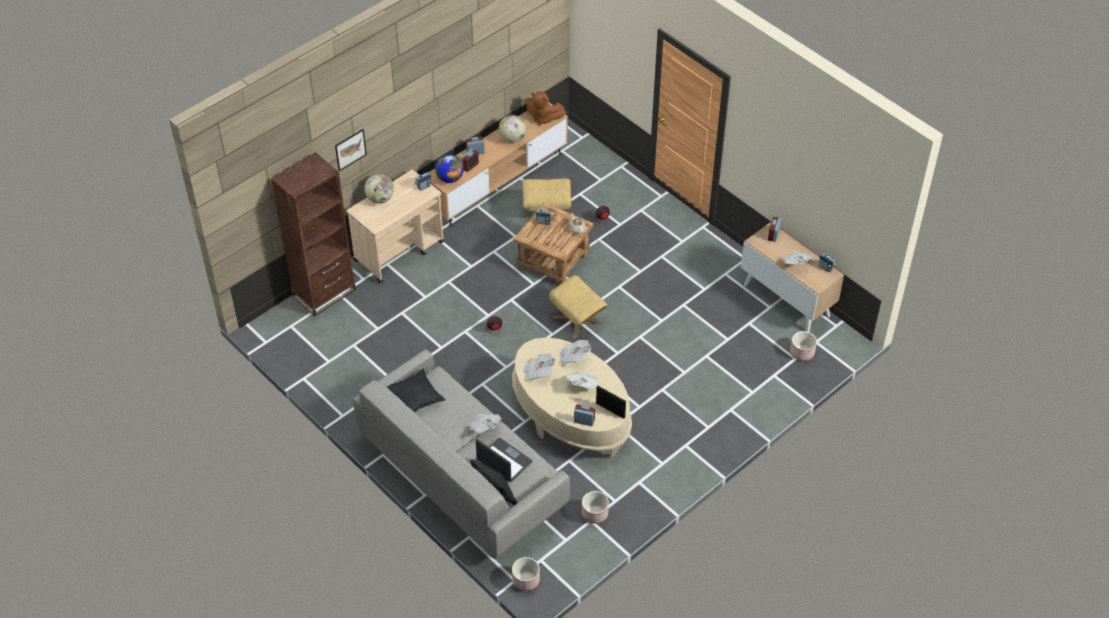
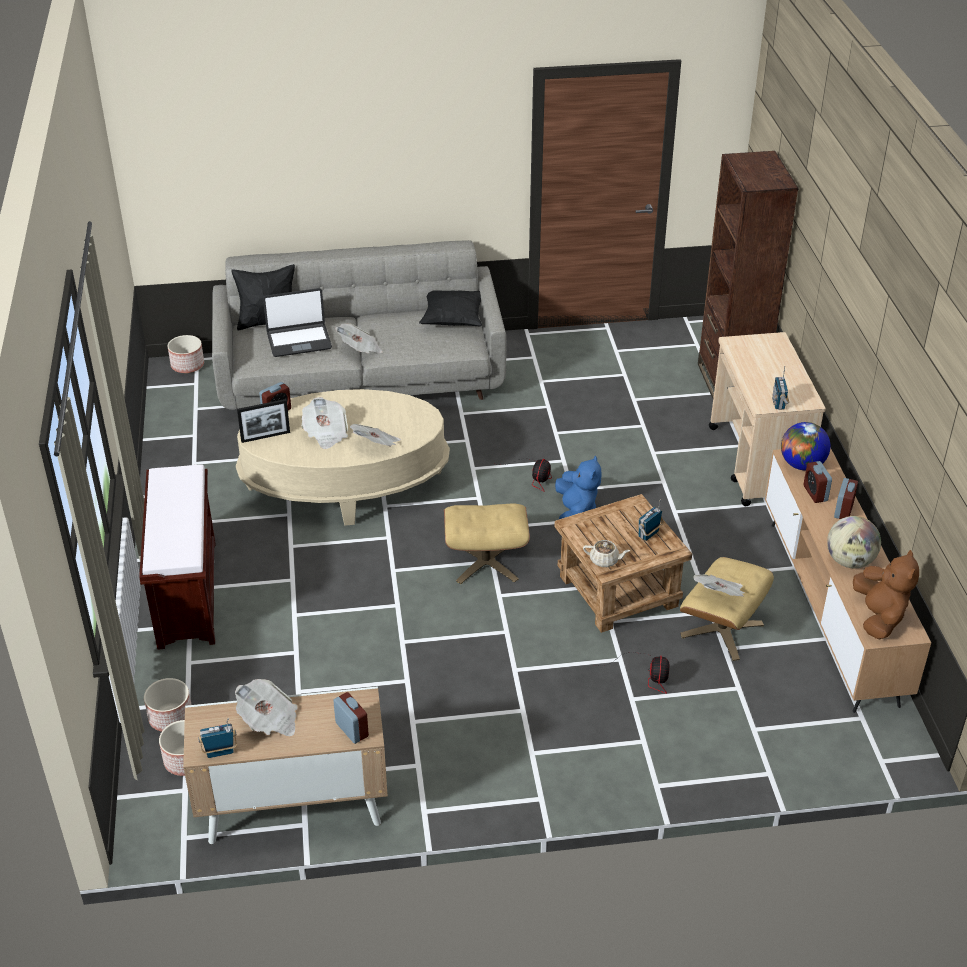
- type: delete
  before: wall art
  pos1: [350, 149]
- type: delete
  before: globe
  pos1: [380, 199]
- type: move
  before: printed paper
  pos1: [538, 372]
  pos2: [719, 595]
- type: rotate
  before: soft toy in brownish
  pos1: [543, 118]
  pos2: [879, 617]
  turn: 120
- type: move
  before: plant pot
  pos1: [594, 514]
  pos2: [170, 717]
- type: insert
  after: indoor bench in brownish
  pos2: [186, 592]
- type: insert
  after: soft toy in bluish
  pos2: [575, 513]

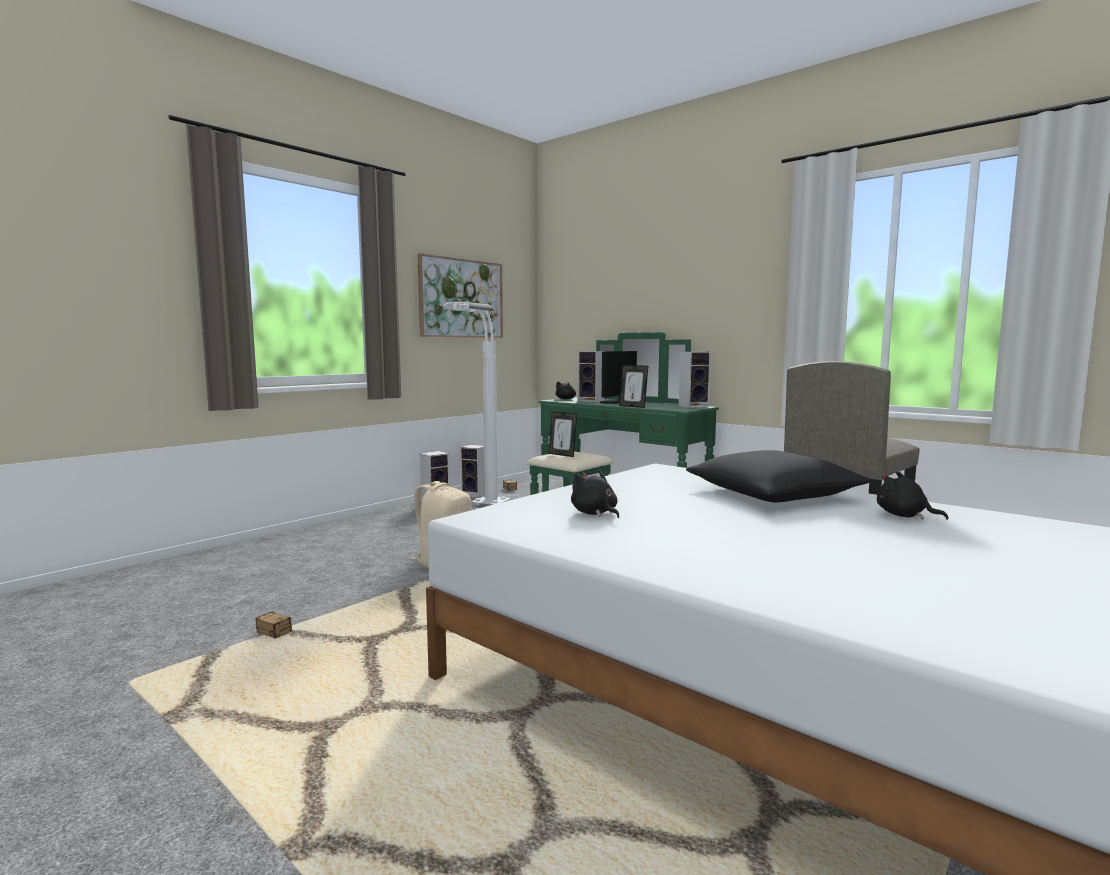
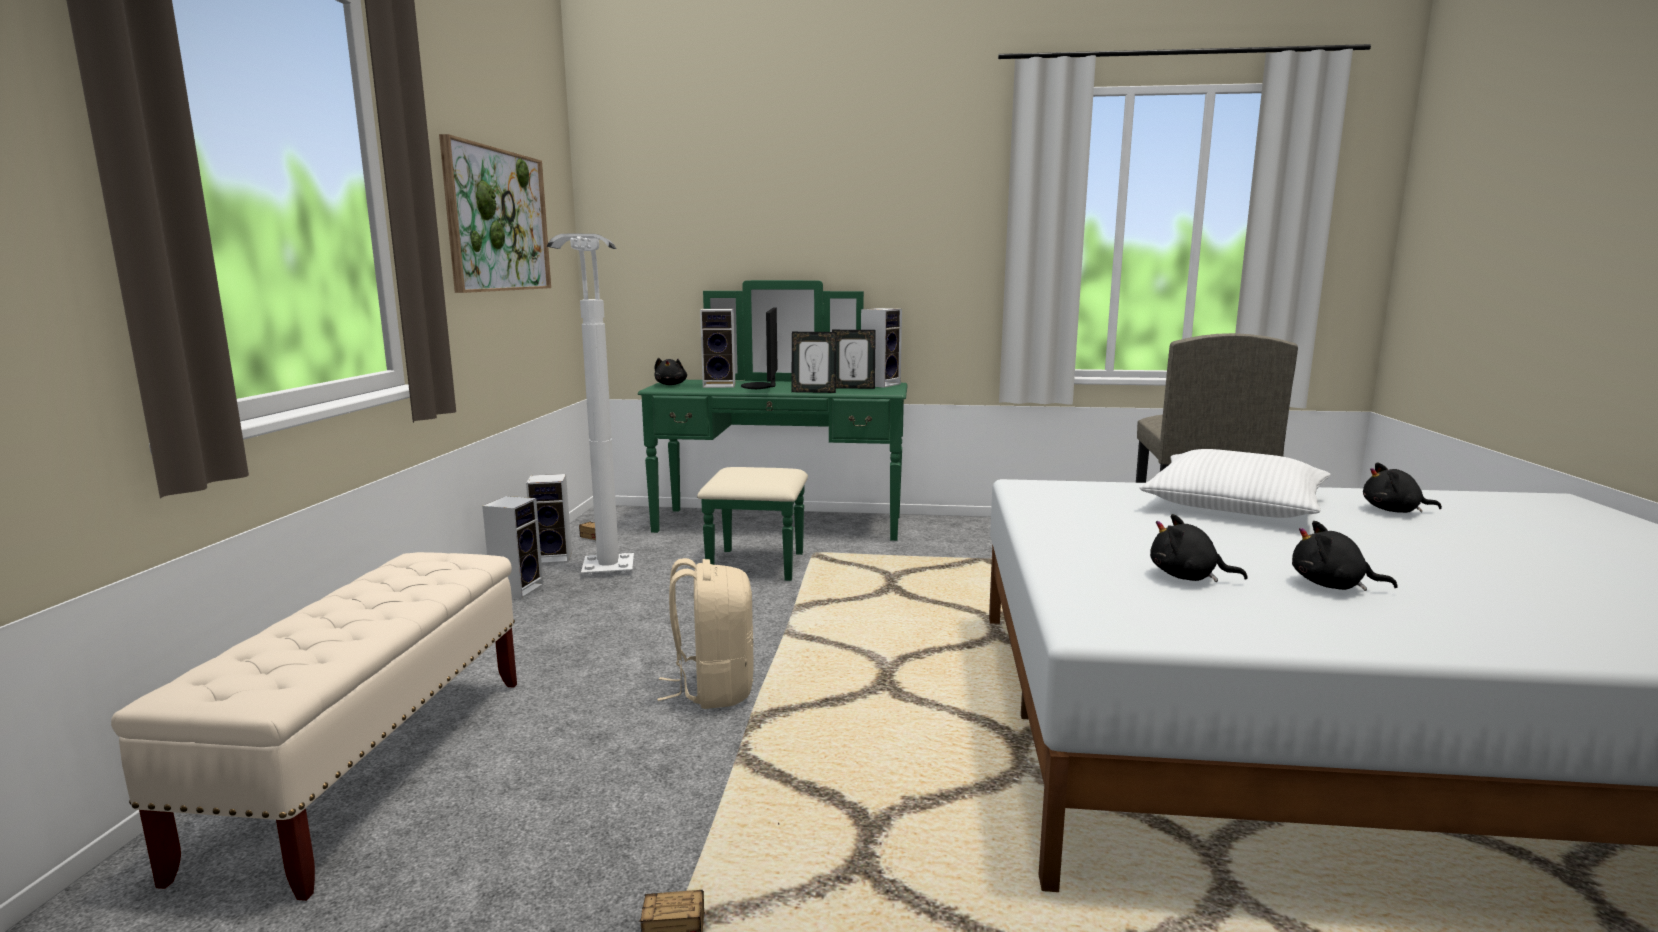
- type: move
  before: picture frame
  pos1: [562, 455]
  pos2: [853, 388]
- type: recolor
  before: pillow in blackish
  after: pillow in whitish
  pos1: [773, 494]
  pos2: [1234, 504]
- type: insert
  after: indoor bench in beige
  pos2: [372, 767]
- type: insert
  after: soft toy in blackish
  pos2: [1332, 586]

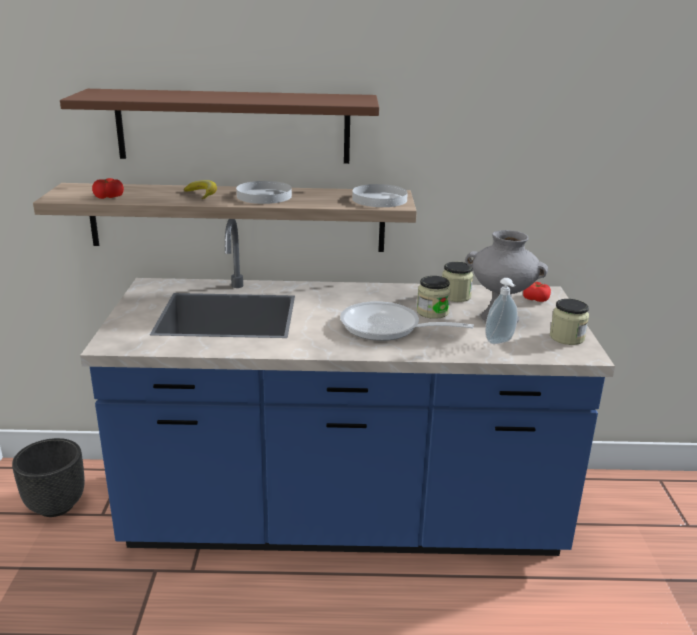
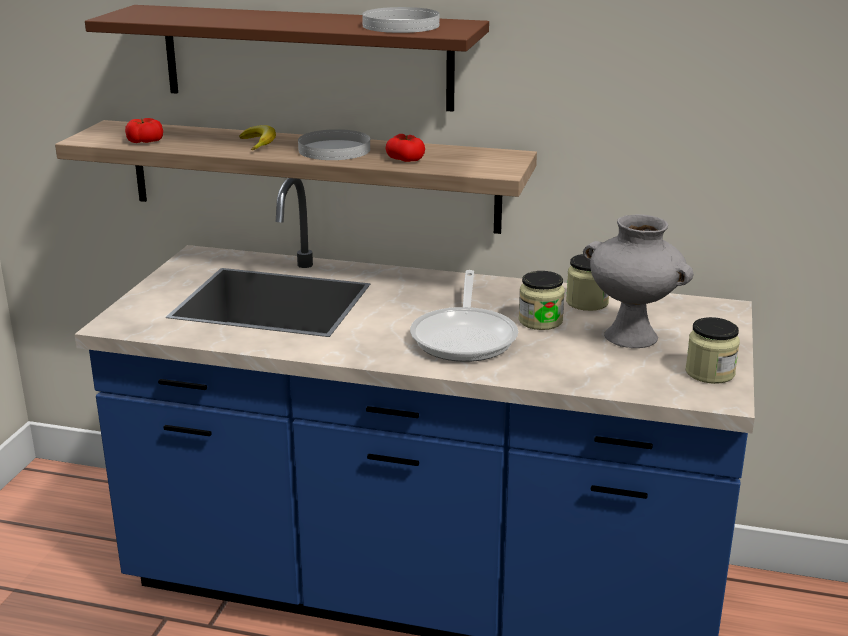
- type: delete
  before: plant pot in blackish
  pos1: [57, 505]
- type: rotate
  before: skillet
  pos1: [387, 328]
  pos2: [465, 336]
  turn: -120
- type: move
  before: plate in whitish
  pos1: [380, 199]
  pos2: [401, 25]
- type: delete
  before: soap dispenser
  pos1: [500, 342]
- type: move
  before: fresh tomato
  pos1: [535, 299]
  pos2: [405, 159]

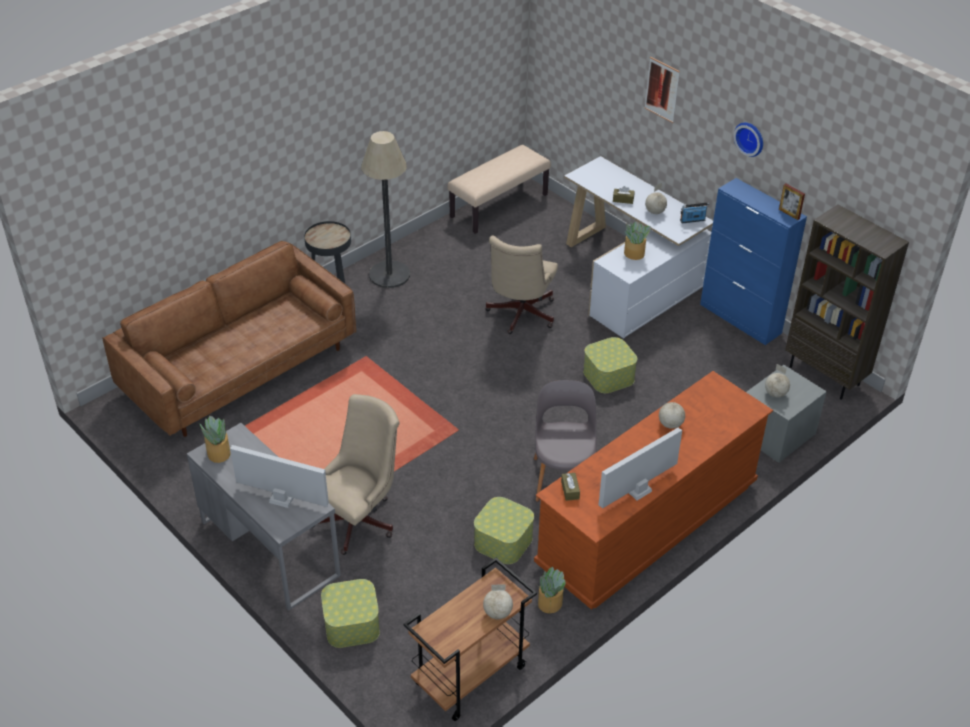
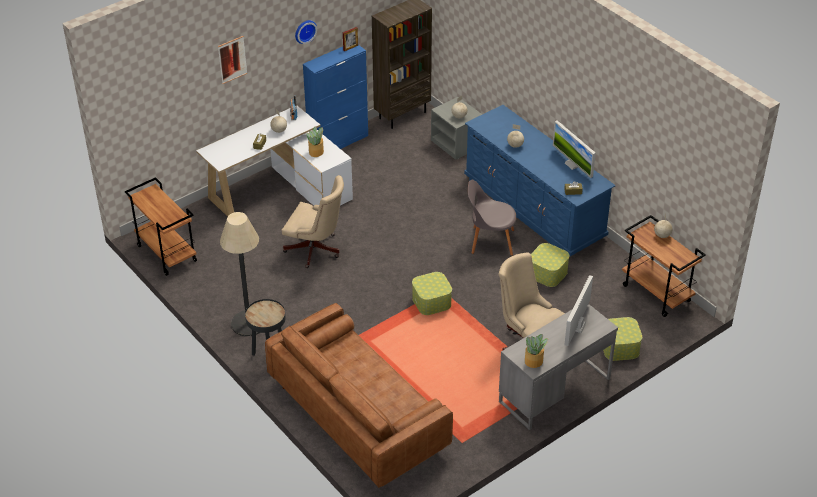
- type: replace
  before: indoor bench in beige
  after: wheeled cart in brownish
  pos1: [499, 205]
  pos2: [166, 253]
- type: recolor
  before: dresser in brownish
  after: dresser in bluish
  pos1: [647, 524]
  pos2: [533, 208]
- type: delete
  before: potted plant
  pos1: [549, 603]
- type: move
  before: storage bin
  pos1: [608, 376]
  pos2: [431, 302]

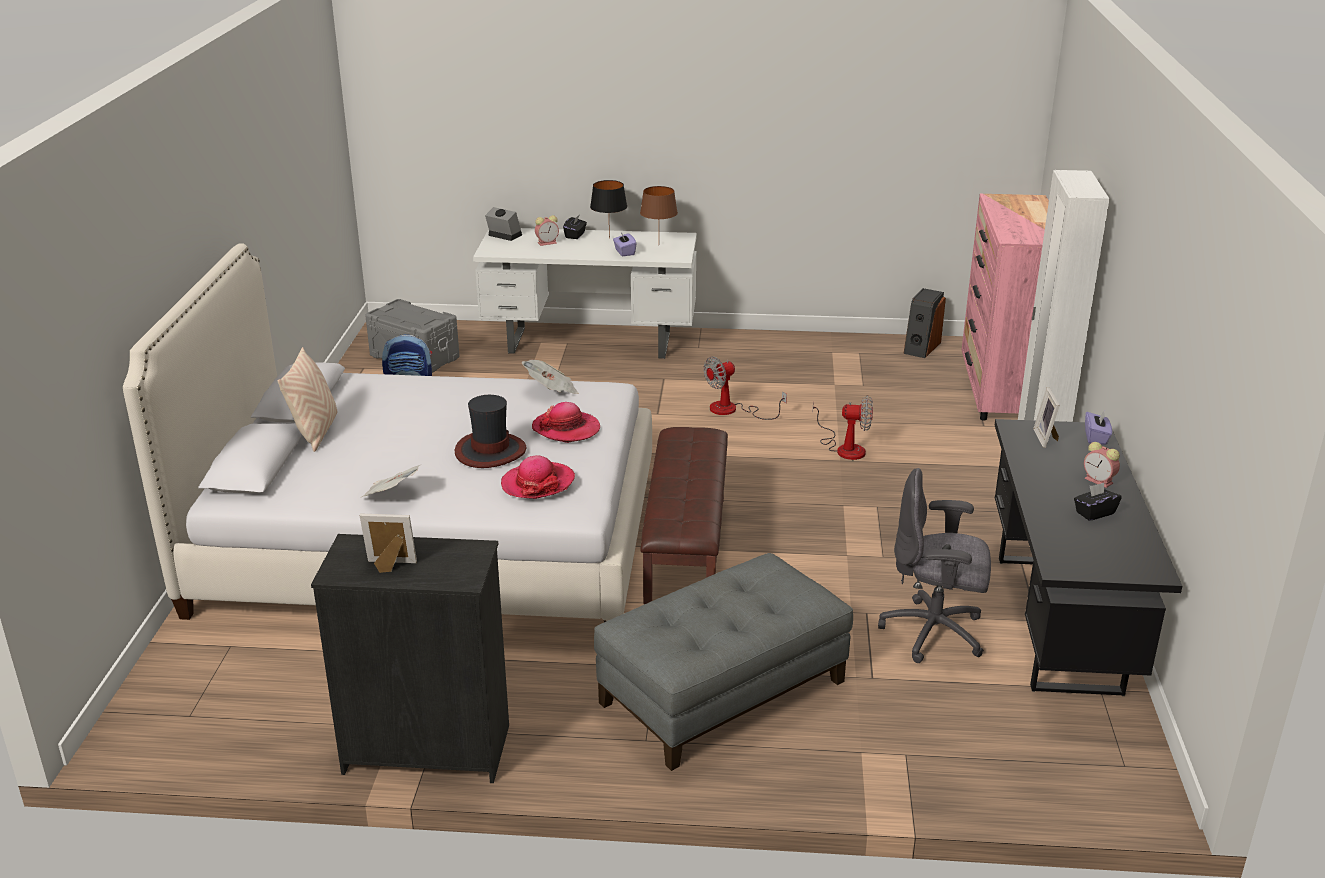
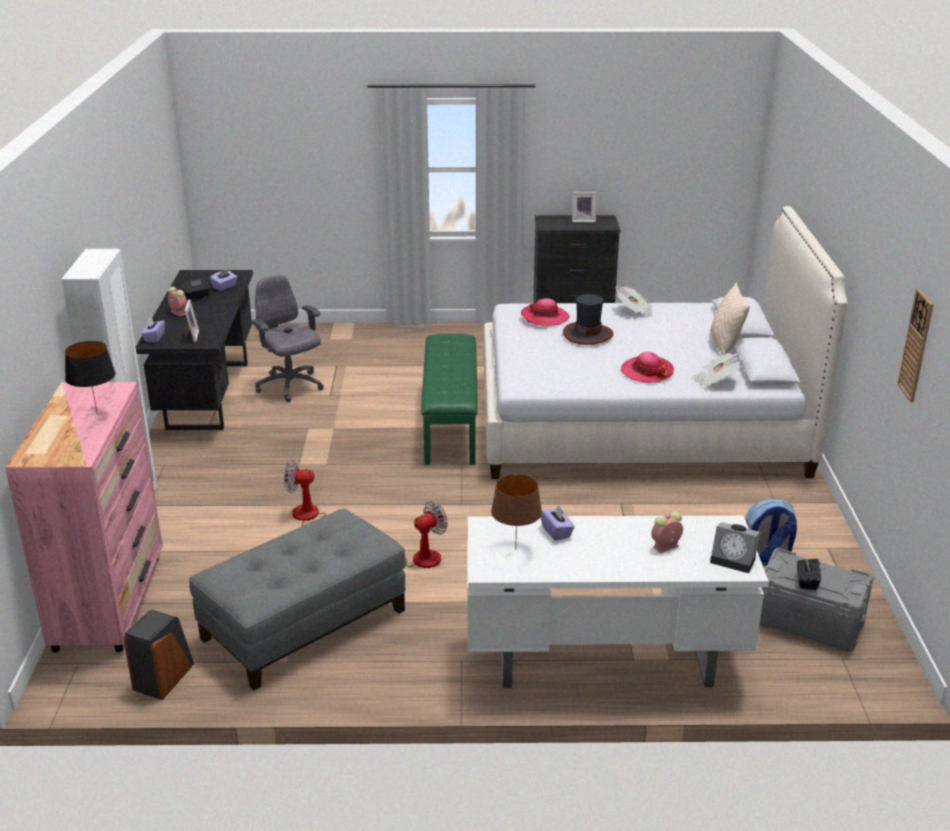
- type: move
  before: printed paper
  pos1: [551, 390]
  pos2: [715, 381]
- type: move
  before: wearable hat
  pos1: [566, 429]
  pos2: [647, 372]
- type: move
  before: tissue box in blackish
  pos1: [575, 235]
  pos2: [806, 581]
- type: move
  before: lamp for a table in blackish
  pos1: [609, 238]
  pos2: [96, 414]
- type: move
  before: footrest in gray
  pos1: [723, 693]
  pos2: [303, 623]
- type: recolor
  before: indoor bench in brownish
  after: indoor bench in greenish
  pos1: [685, 554]
  pos2: [451, 423]
- type: rotate
  before: computer chair in gray
  pos1: [935, 633]
  pos2: [290, 386]
  turn: -135
- type: insert
  after: tissue box in purple
  pos2: [224, 287]
- type: insert
  after: wall clock
  pos2: [916, 345]

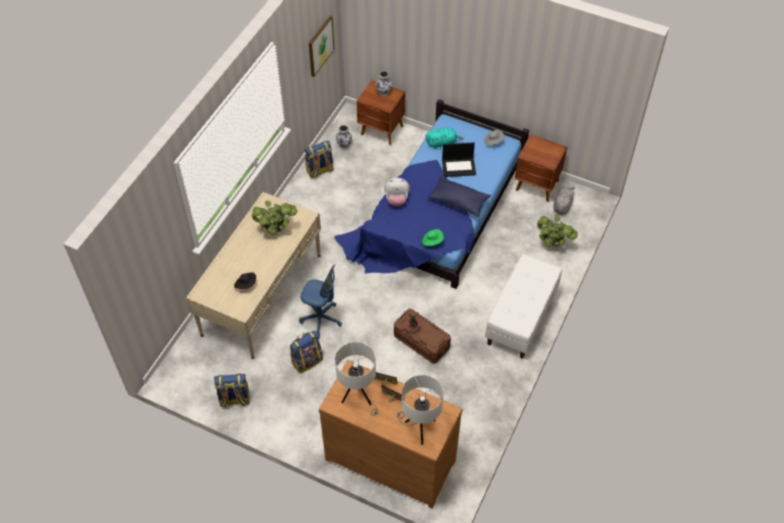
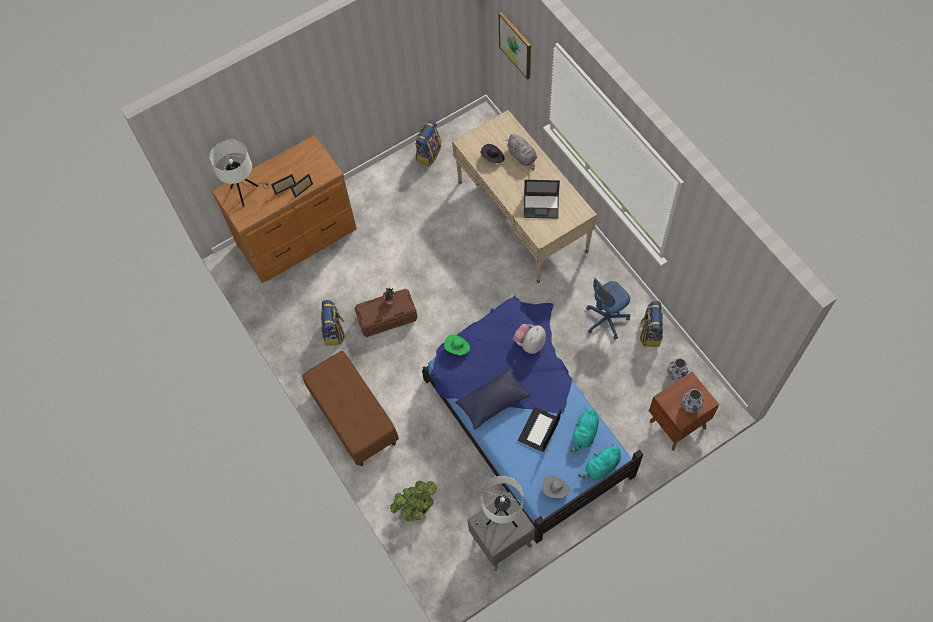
- type: replace
  before: potted plant
  after: notebook computer
  pos1: [276, 229]
  pos2: [541, 206]
- type: move
  before: knapsack
  pos1: [307, 360]
  pos2: [334, 332]
- type: move
  before: computer chair in bluish
  pos1: [321, 319]
  pos2: [606, 320]
- type: move
  before: wall art
  pos1: [320, 46]
  pos2: [515, 45]
- type: move
  before: lamp for a table in whitish
  pos1: [358, 398]
  pos2: [500, 517]
- type: recolor
  before: indoor bench in whitish
  after: indoor bench in brownish
  pos1: [521, 318]
  pos2: [353, 417]
- type: recolor
  before: night table in brownish
  after: night table in gray
  pos1: [537, 186]
  pos2: [501, 541]
- type: move
  before: soft toy in gray
  pos1: [562, 205]
  pos2: [522, 157]
- type: insert
  after: soft toy in blue-green
  pos2: [601, 467]

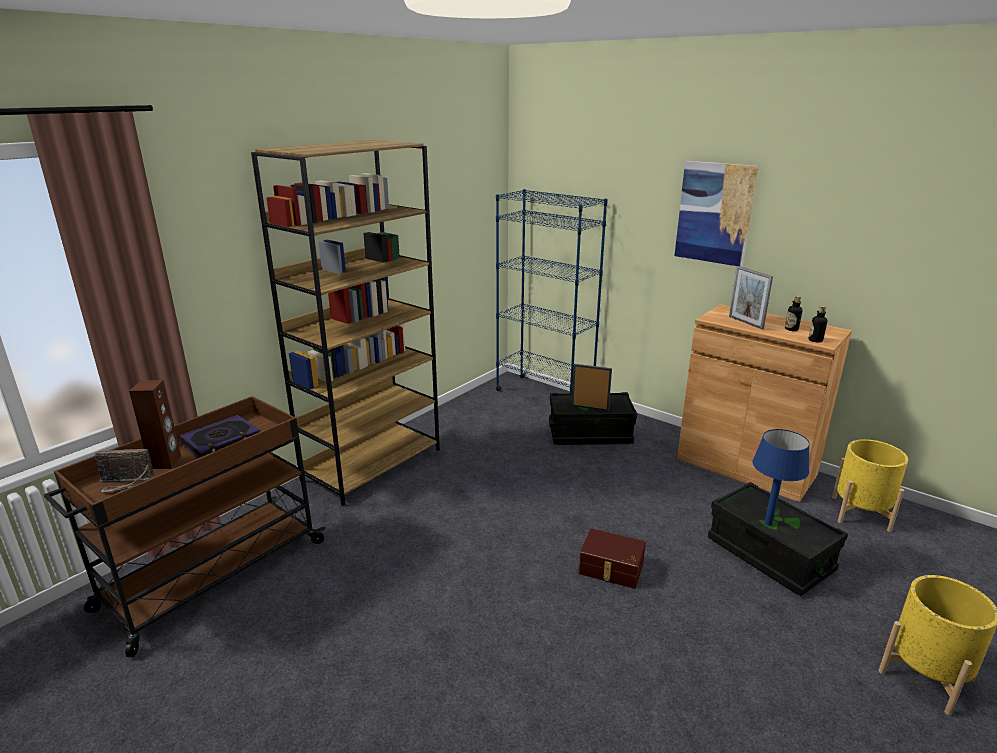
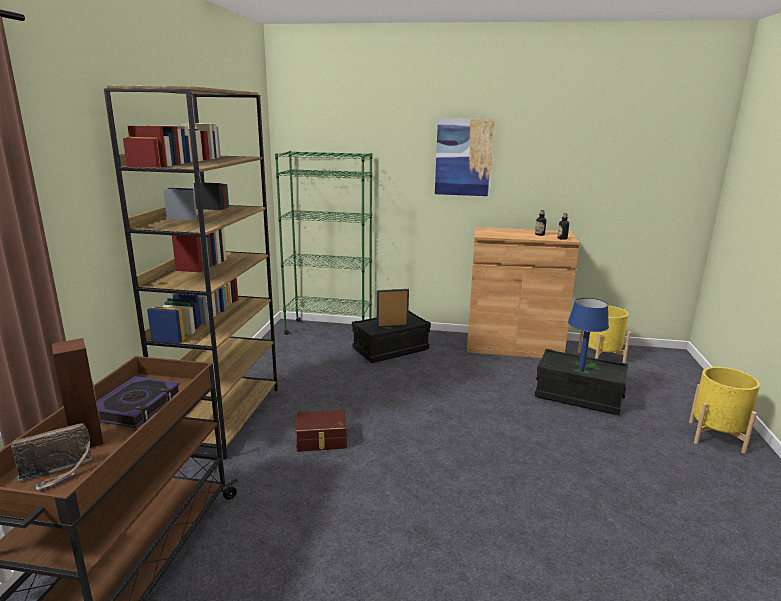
- type: recolor
  before: bookshelf in bluish
  after: bookshelf in greenish
  pos1: [544, 395]
  pos2: [329, 330]
- type: move
  before: storage bin in brownish
  pos1: [611, 569]
  pos2: [321, 440]
- type: delete
  before: picture frame
  pos1: [745, 322]

